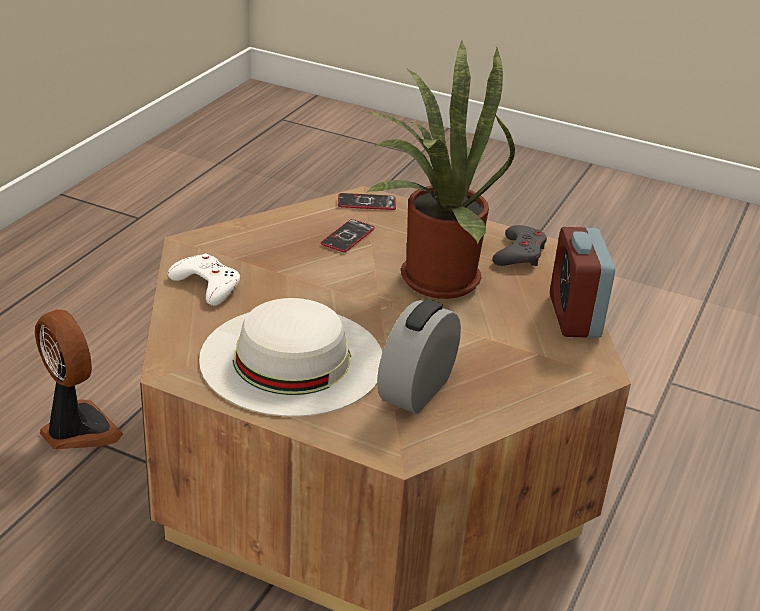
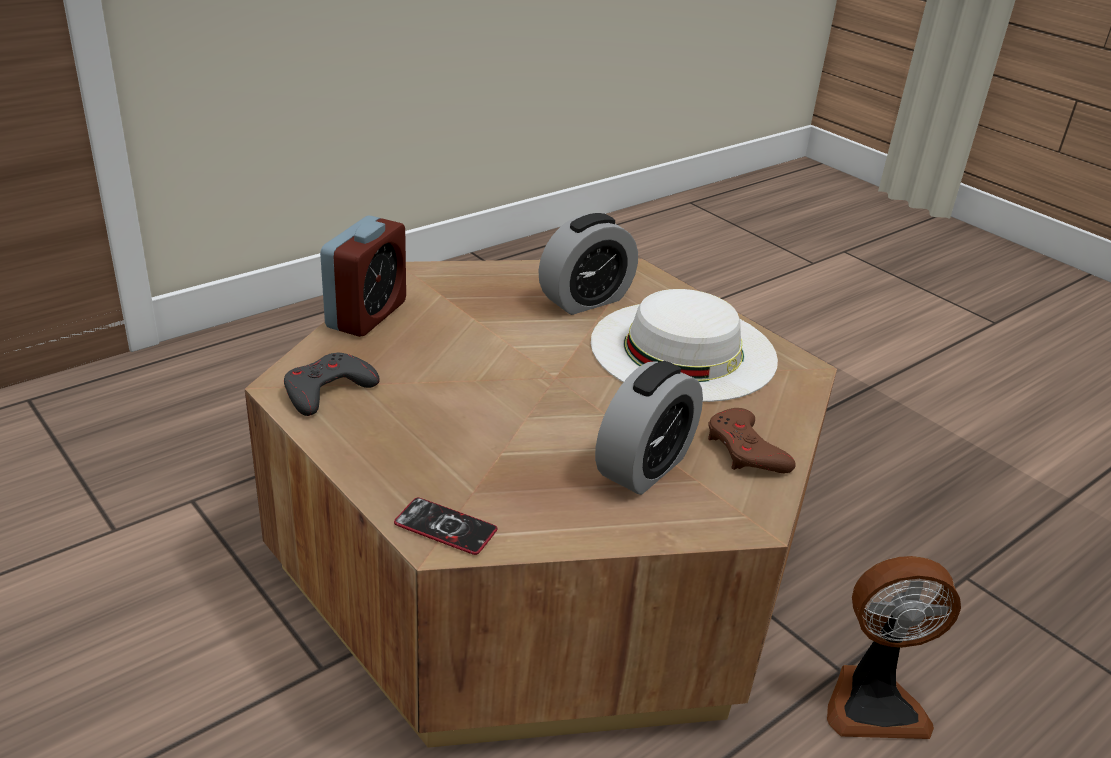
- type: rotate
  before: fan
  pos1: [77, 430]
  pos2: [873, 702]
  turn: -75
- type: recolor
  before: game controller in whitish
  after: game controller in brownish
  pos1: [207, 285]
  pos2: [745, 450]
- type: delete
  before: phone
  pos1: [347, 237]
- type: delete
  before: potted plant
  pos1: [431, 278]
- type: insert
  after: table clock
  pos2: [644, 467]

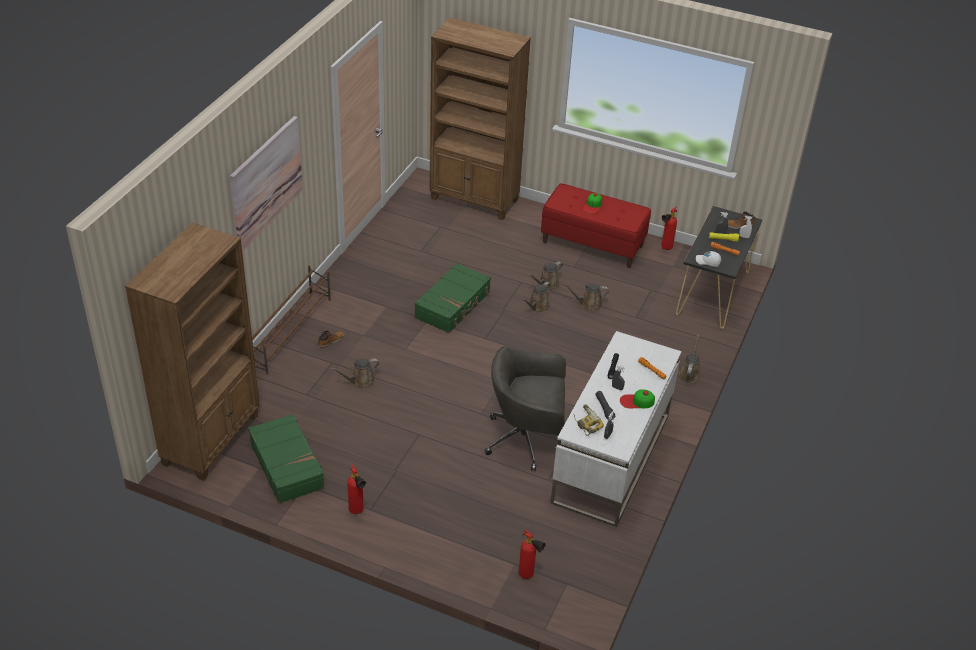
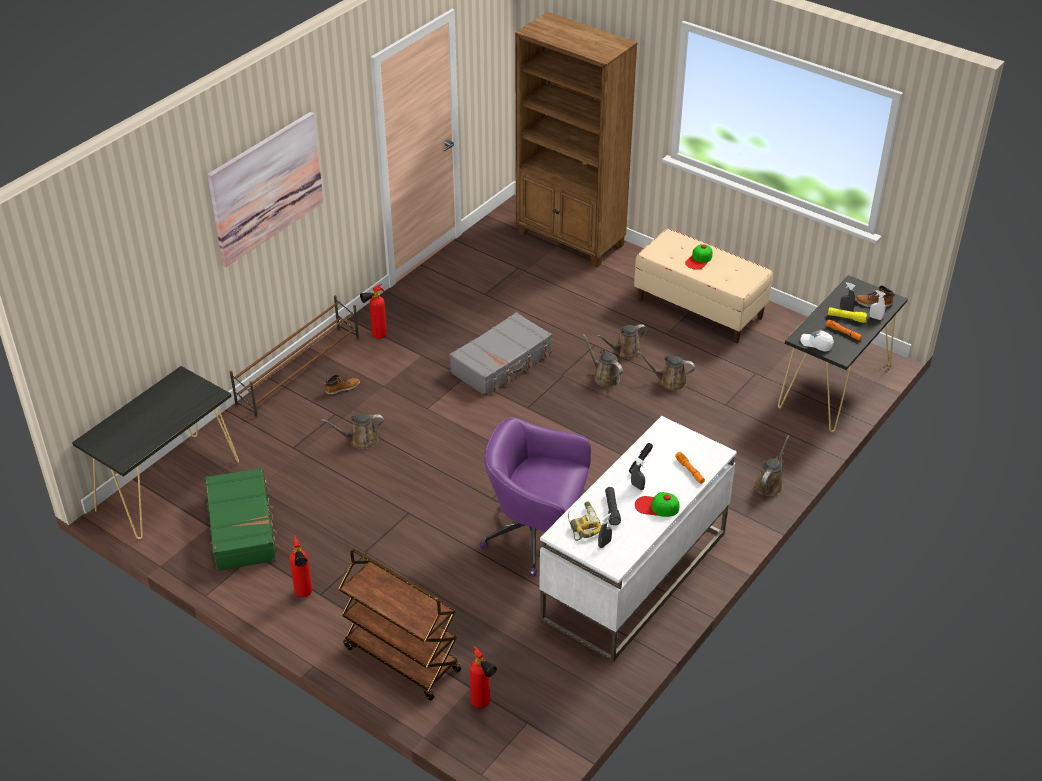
- type: replace
  before: bookshelf in brownish
  after: console table in blackish
  pos1: [212, 439]
  pos2: [168, 485]
- type: recolor
  before: piece of luggage in greenish
  after: piece of luggage in gray
  pos1: [453, 305]
  pos2: [502, 363]
- type: recolor
  before: computer chair in gray
  after: computer chair in purple
  pos1: [526, 439]
  pos2: [537, 537]
- type: rotate
  before: watering pot in brownish
  pos1: [537, 307]
  pos2: [604, 377]
  turn: 90
- type: recolor
  before: indoor bench in reddish
  after: indoor bench in beige
  pos1: [593, 244]
  pos2: [699, 308]
- type: move
  before: fire extinguisher
  pos1: [664, 249]
  pos2: [376, 337]
- type: insert
  after: wheeled cart in brownish
  pos2: [400, 659]

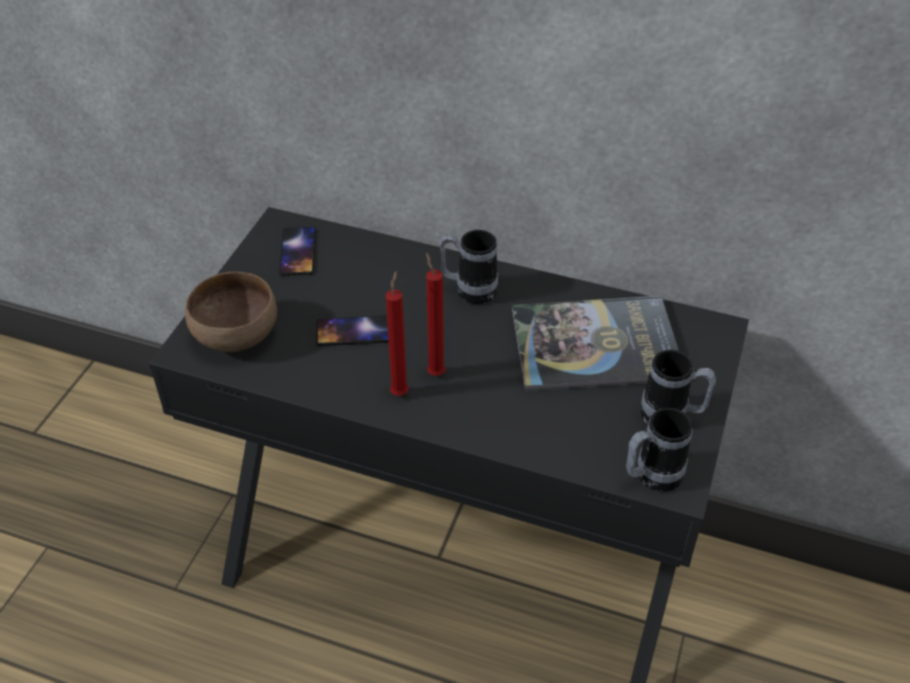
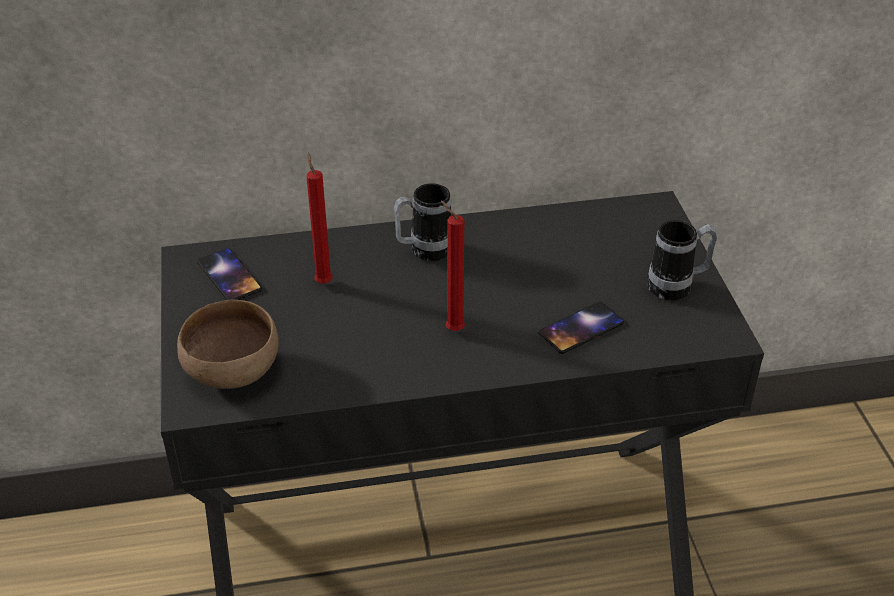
- type: move
  before: phone
  pos1: [355, 331]
  pos2: [581, 328]
- type: move
  before: wax light in reddish
  pos1: [400, 391]
  pos2: [323, 281]
- type: delete
  before: bound book
  pos1: [595, 345]
- type: delete
  before: coffee mug
  pos1: [650, 477]

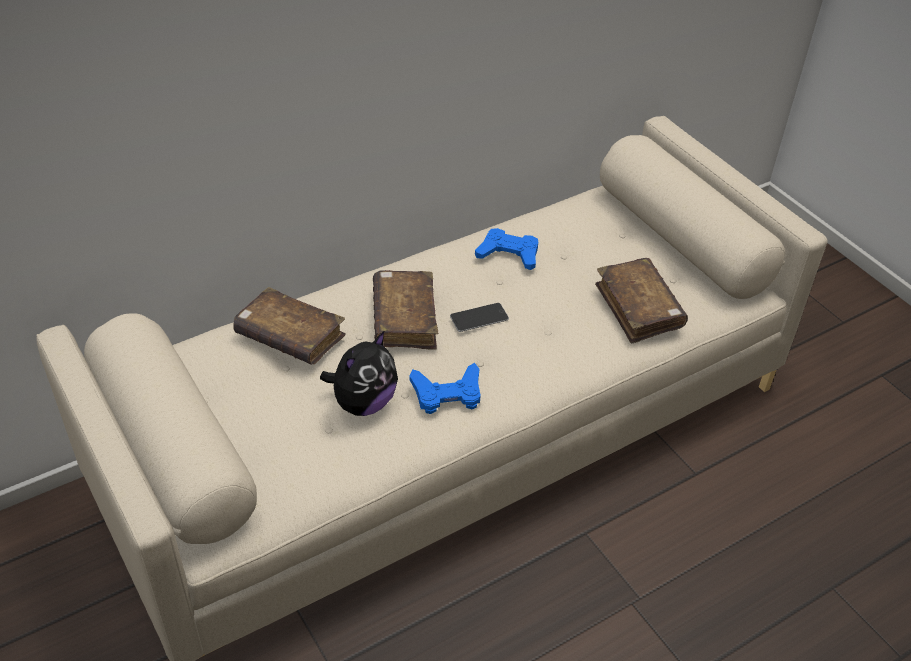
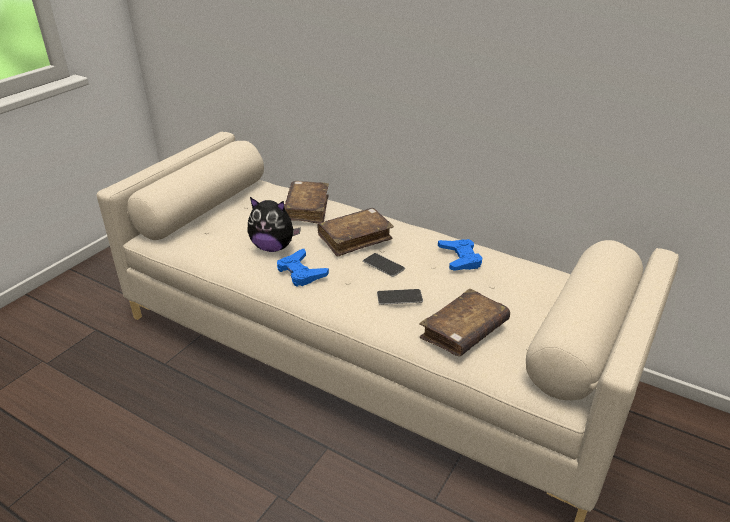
- type: insert
  after: phone
  pos2: [399, 297]

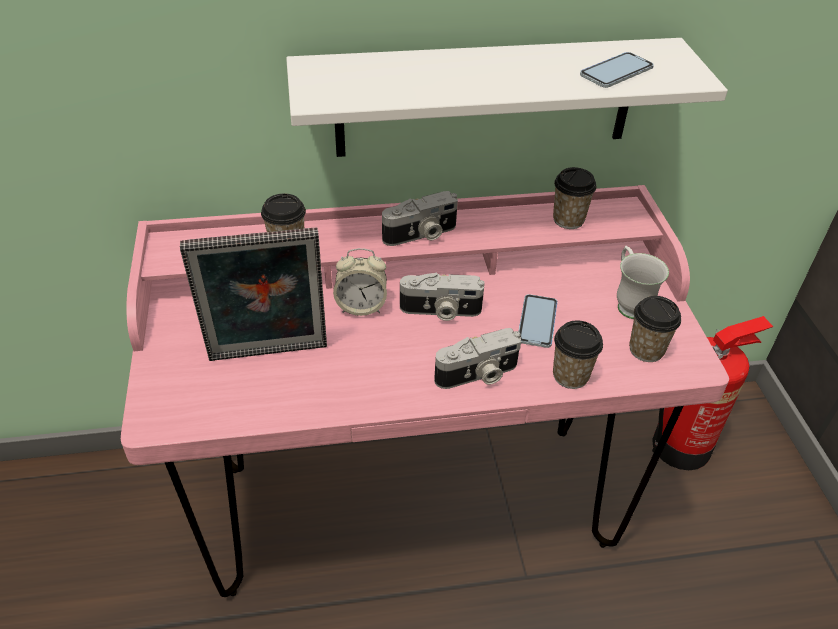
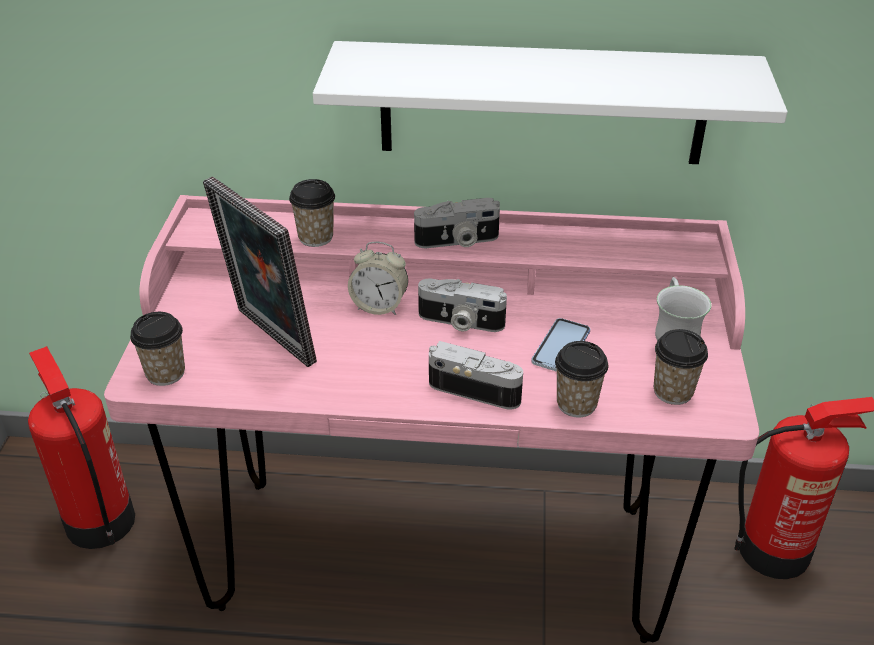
- type: rotate
  before: picture frame
  pos1: [268, 356]
  pos2: [269, 339]
  turn: 45
- type: rotate
  before: still camera
  pos1: [478, 375]
  pos2: [476, 388]
  turn: -150
- type: move
  before: small cup
  pos1: [568, 220]
  pos2: [165, 373]
- type: delete
  before: phone
  pos1: [616, 72]
- type: insert
  after: fire extinguisher
  pos2: [100, 520]

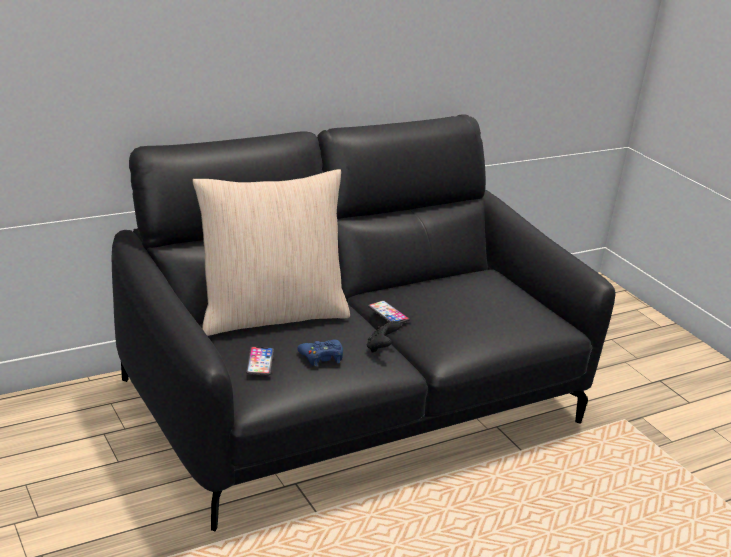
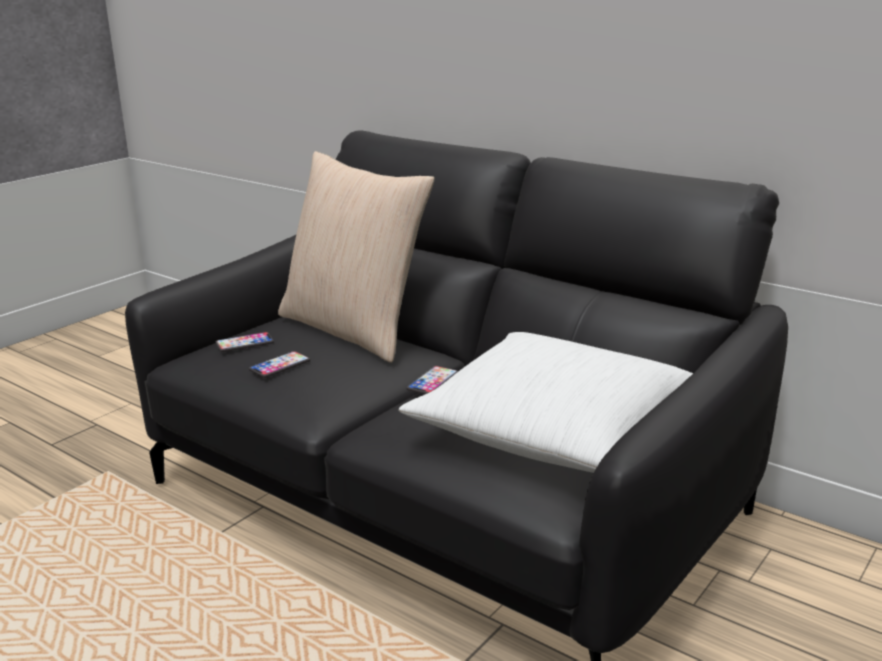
- type: replace
  before: game controller in bluish
  after: phone
  pos1: [322, 357]
  pos2: [280, 365]
- type: delete
  before: game controller in blackish
  pos1: [381, 348]
- type: insert
  after: pillow in whitish
  pos2: [553, 428]

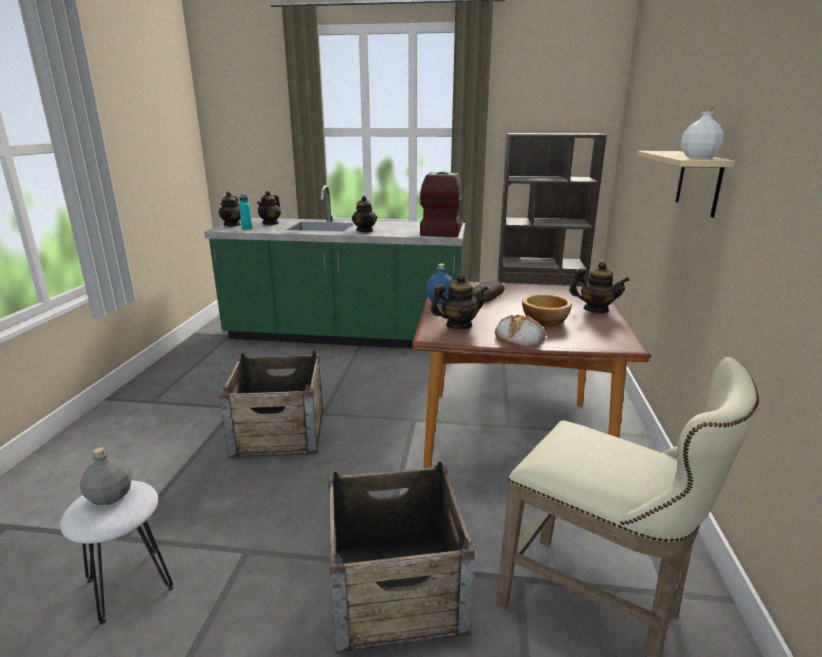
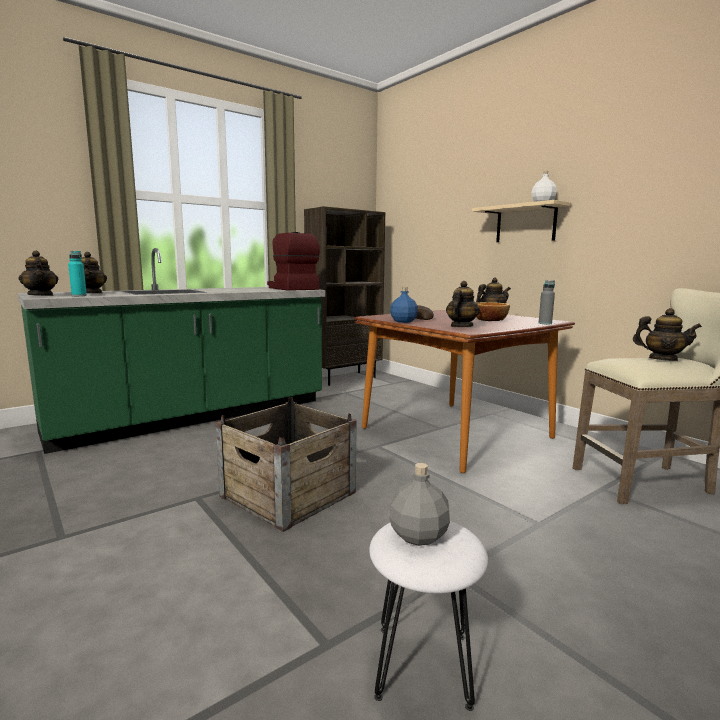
- type: delete
  before: crate
  pos1: [396, 588]
- type: move
  before: pot for tea
  pos1: [365, 231]
  pos2: [662, 359]
- type: delete
  before: bread
  pos1: [519, 336]
- type: insert
  after: bottle in gray
  pos2: [545, 323]

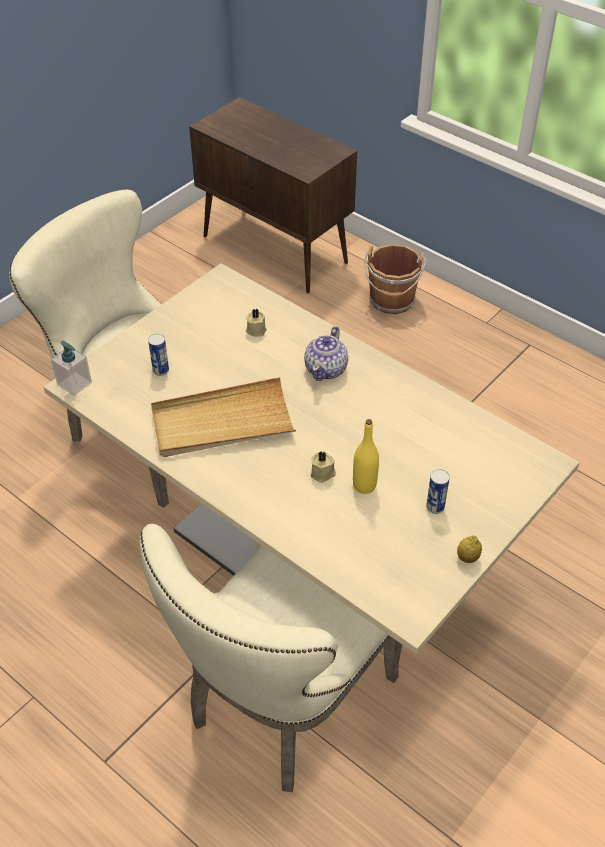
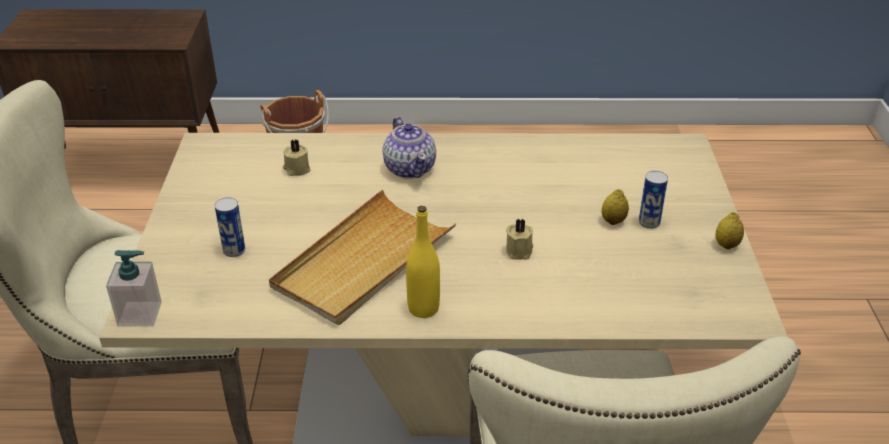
- type: move
  before: bottle in yellow-coloured
  pos1: [364, 485]
  pos2: [423, 308]
- type: insert
  after: lemon
  pos2: [613, 221]

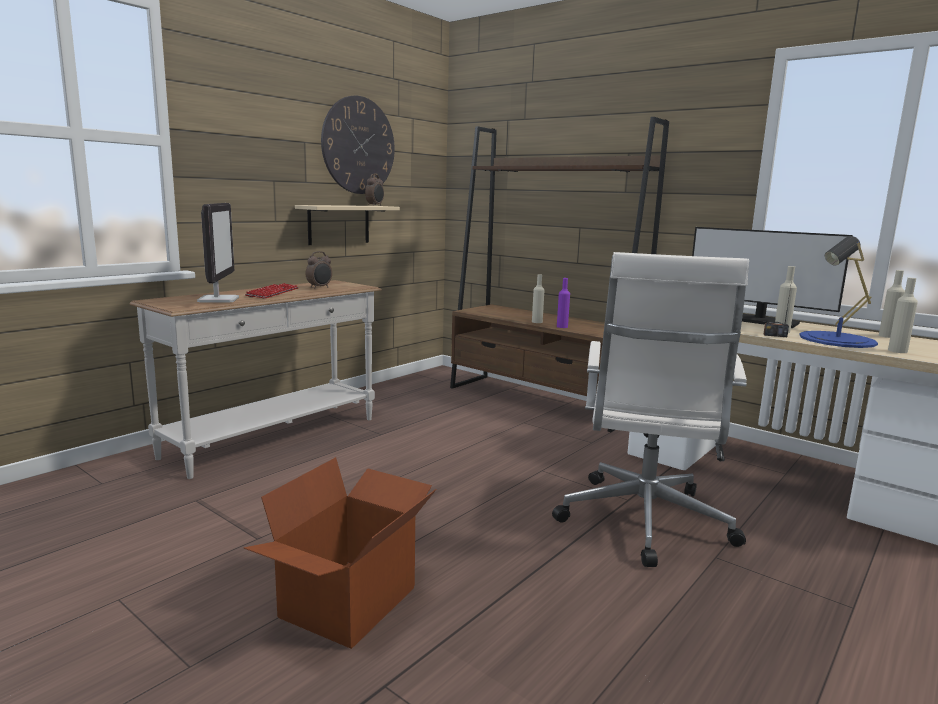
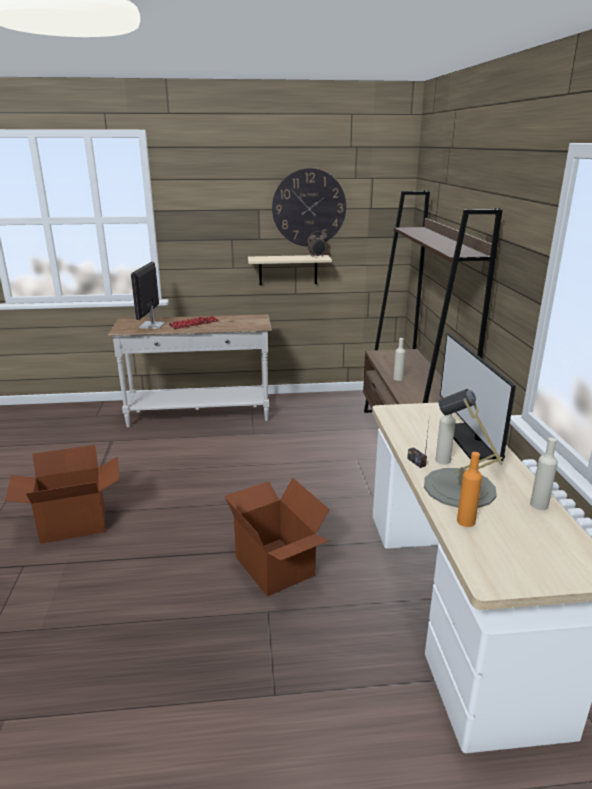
- type: rotate
  before: computer display
  pos1: [218, 300]
  pos2: [152, 326]
  turn: 150
- type: delete
  before: table clock
  pos1: [320, 287]
- type: replace
  before: computer chair in whitish
  after: packing box
  pos1: [643, 522]
  pos2: [276, 566]
- type: delete
  before: bottle in purple
  pos1: [562, 327]
- type: recolor
  before: lamp for a table in bluish
  after: lamp for a table in gray
  pos1: [837, 340]
  pos2: [459, 488]
- type: recolor
  before: bottle in beige
  after: bottle in orangey
  pos1: [897, 351]
  pos2: [466, 521]

